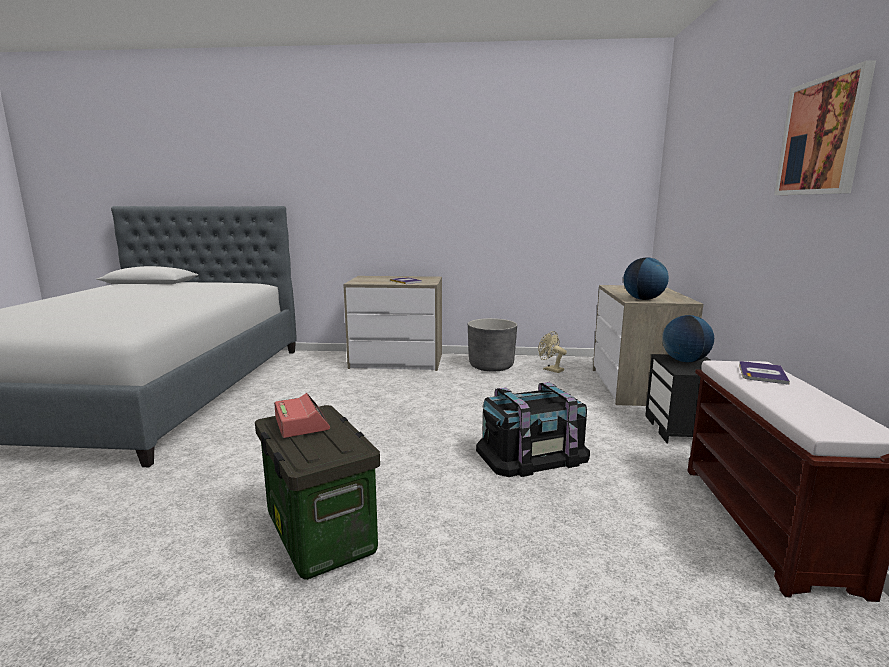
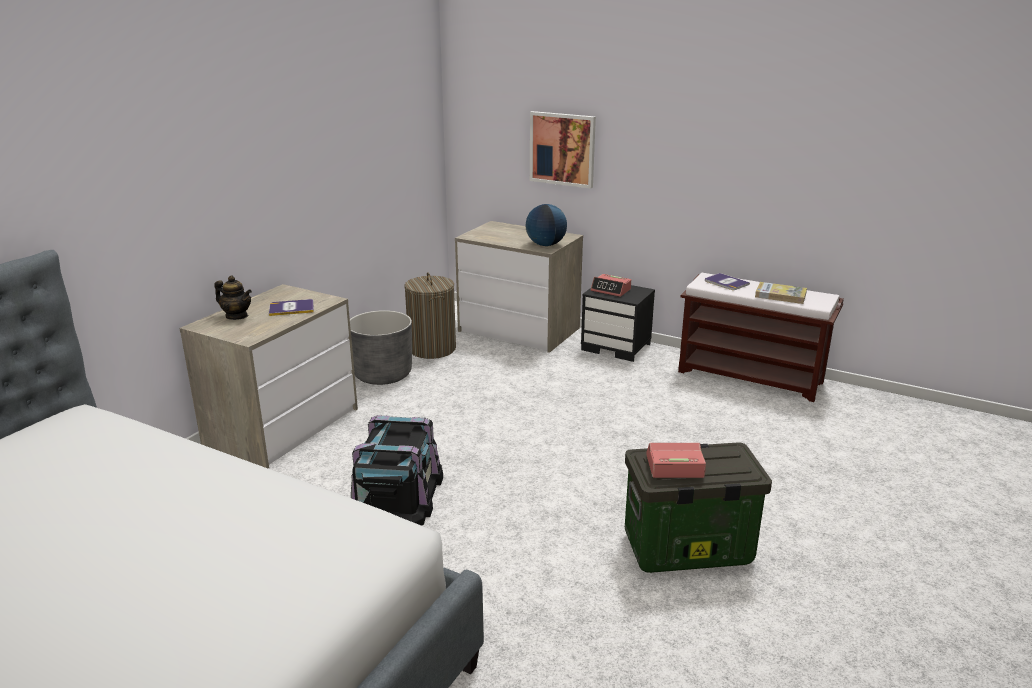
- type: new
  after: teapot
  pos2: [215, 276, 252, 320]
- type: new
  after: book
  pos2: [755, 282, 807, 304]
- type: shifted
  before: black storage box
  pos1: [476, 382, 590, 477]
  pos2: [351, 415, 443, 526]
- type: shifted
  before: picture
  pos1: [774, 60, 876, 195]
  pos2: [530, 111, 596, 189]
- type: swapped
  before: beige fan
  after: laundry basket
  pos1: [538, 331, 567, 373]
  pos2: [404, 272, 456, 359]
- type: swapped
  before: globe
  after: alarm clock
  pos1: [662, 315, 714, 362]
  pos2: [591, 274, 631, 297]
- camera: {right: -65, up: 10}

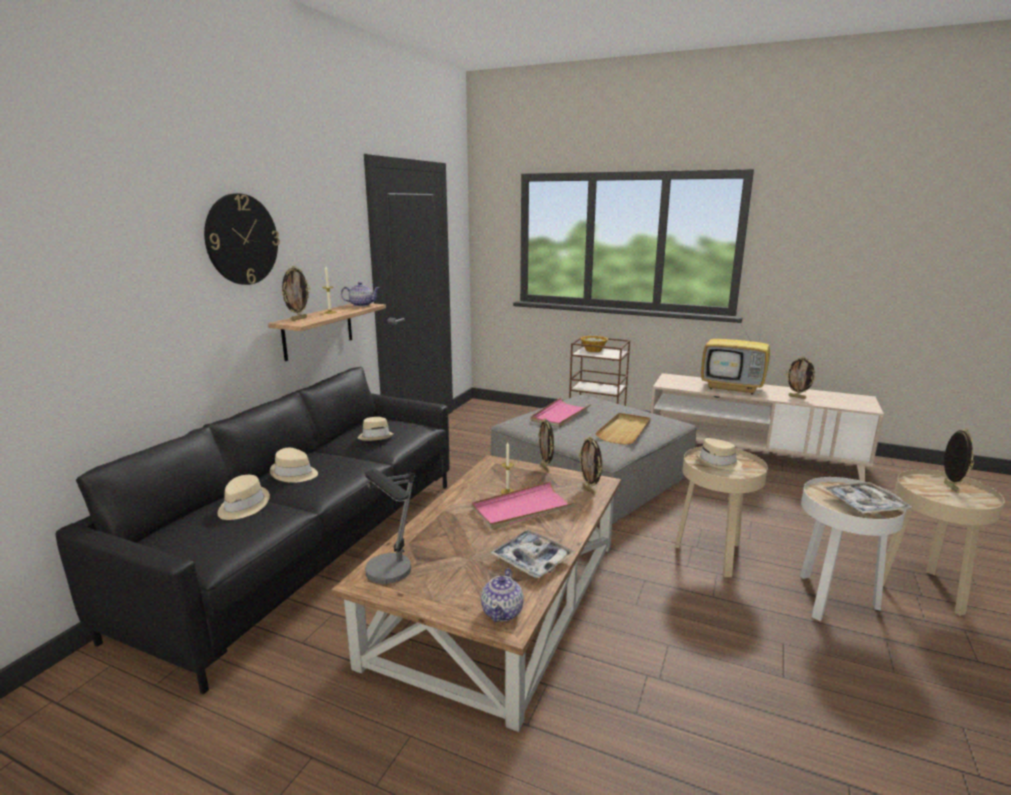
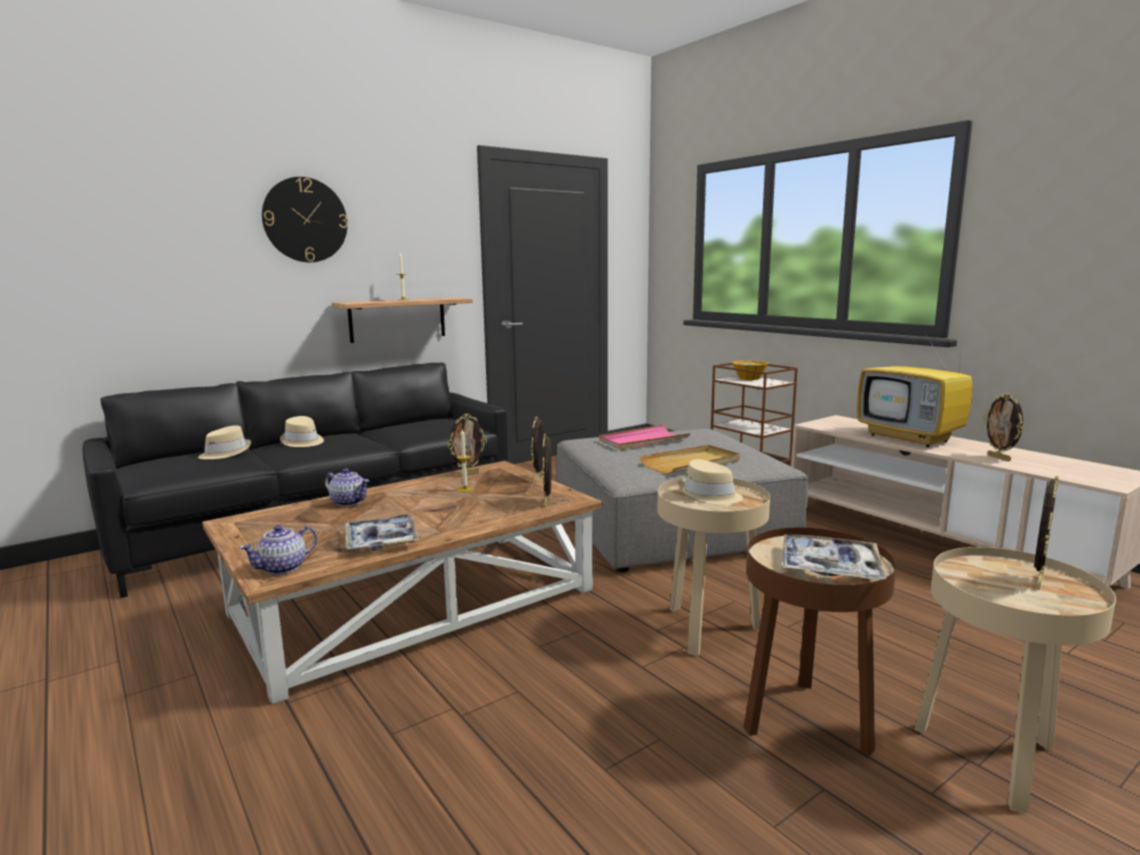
- type: gone
  before: beige hat
  pos1: [358, 417, 394, 441]
- type: gone
  before: table lamp
  pos1: [365, 469, 416, 584]
- type: gone
  before: pink tray
  pos1: [472, 481, 577, 530]
- type: shifted
  before: picture frame
  pos1: [282, 266, 310, 321]
  pos2: [447, 414, 487, 476]
- type: shifted
  before: teapot
  pos1: [341, 282, 379, 307]
  pos2: [324, 468, 369, 506]
- type: repainted
  before: white side table
  after: brown side table
  pos1: [800, 477, 906, 621]
  pos2: [744, 527, 896, 757]
- camera: {right: 30, up: -5}

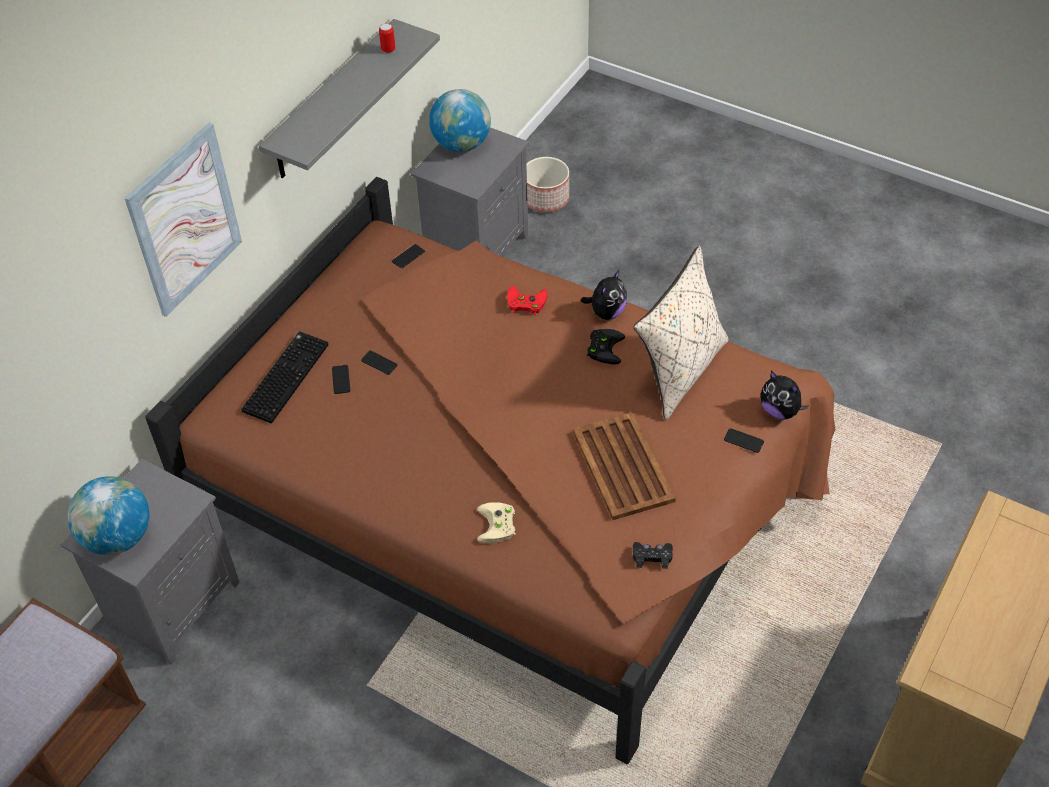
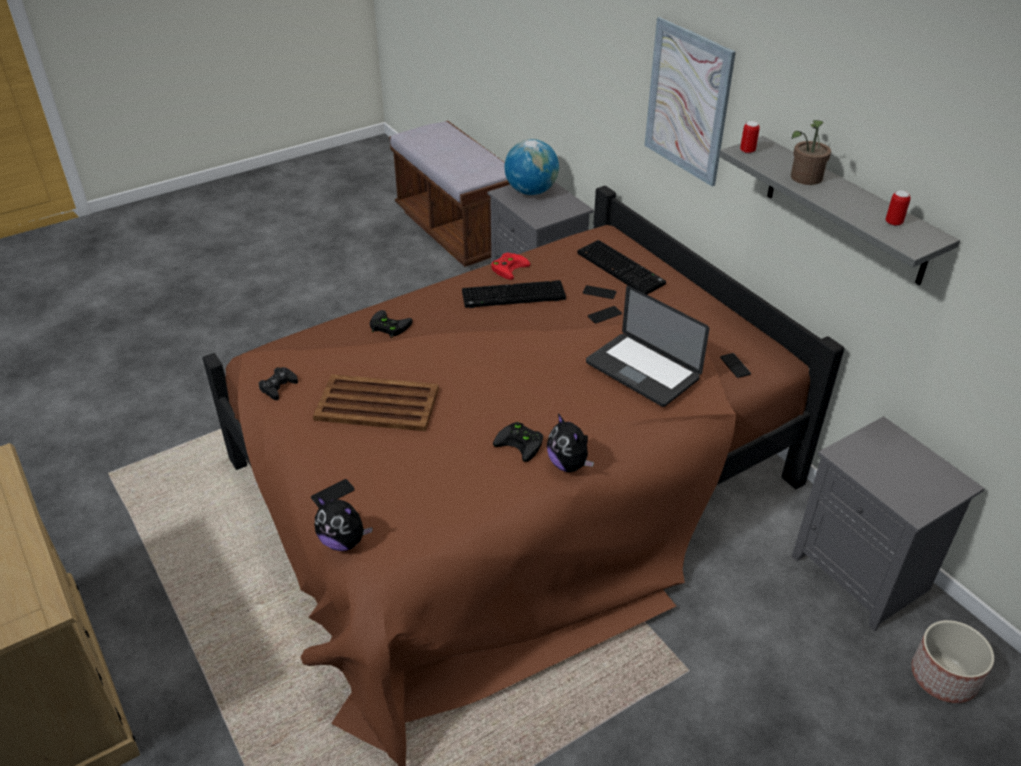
- type: gone
  before: globe
  pos1: [429, 89, 491, 152]
- type: gone
  before: beige pillow
  pos1: [634, 245, 729, 420]
- type: new
  after: keyboard
  pos2: [462, 280, 566, 308]
- type: new
  after: laptop
  pos2: [586, 286, 709, 407]
- type: new
  after: can
  pos2: [740, 121, 760, 154]
- type: new
  after: potted plant
  pos2: [791, 120, 831, 185]
- type: shifted
  before: red game controller
  pos1: [507, 286, 547, 315]
  pos2: [491, 253, 530, 280]
- type: repainted
  before: beige game controller
  after: black game controller
  pos1: [477, 502, 515, 543]
  pos2: [370, 310, 413, 338]
- type: rotated
  before: plush toy
  pos1: [761, 371, 809, 420]
  pos2: [315, 496, 373, 551]
  turn: -135
- camera: {right: 115, up: -10}

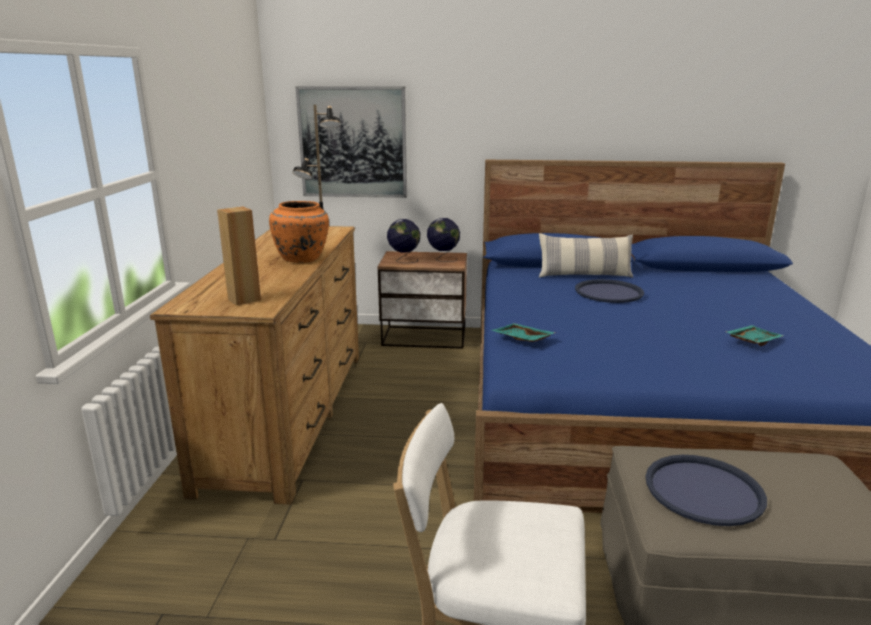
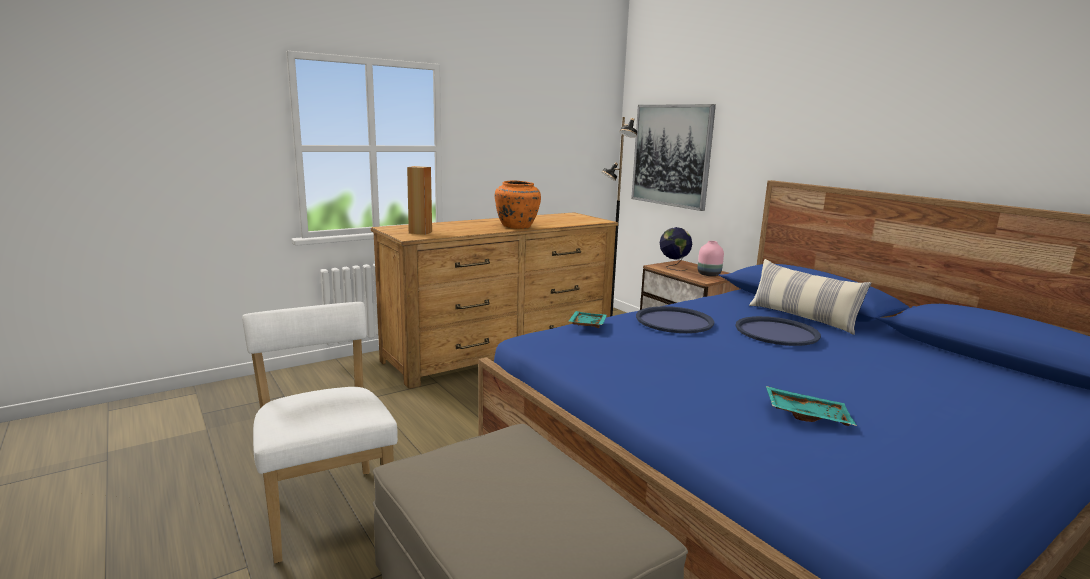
- type: shifted
  before: blue tray
  pos1: [646, 455, 767, 526]
  pos2: [636, 306, 714, 333]
- type: swapped
  before: globe
  after: pink vase
  pos1: [427, 218, 460, 262]
  pos2: [698, 241, 724, 276]
- camera: {right: 50, up: -5}

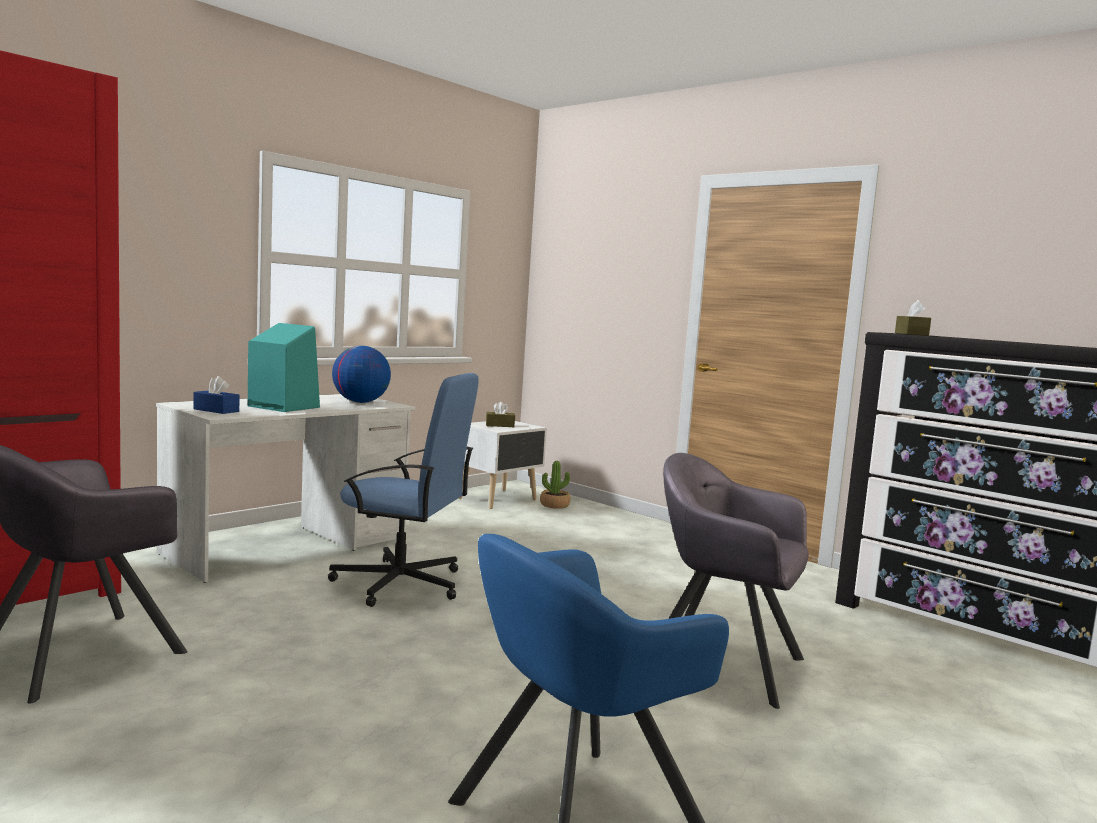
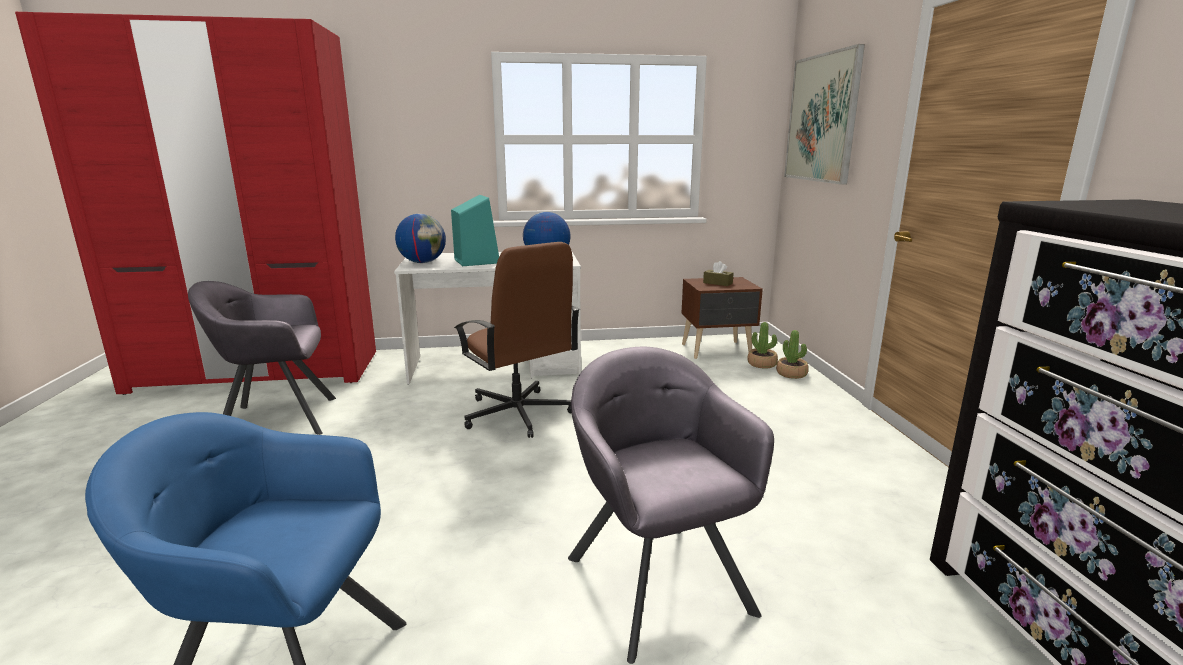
- type: gone
  before: brown tissue box
  pos1: [895, 300, 931, 336]
- type: new
  after: potted plant
  pos2: [776, 330, 809, 379]
- type: new
  after: picture
  pos2: [784, 44, 865, 185]
- type: swapped
  before: blue tissue box
  after: globe
  pos1: [193, 376, 240, 414]
  pos2: [395, 214, 446, 263]
- type: repainted
  before: blue office chair
  after: brown office chair
  pos1: [328, 373, 479, 607]
  pos2: [454, 242, 580, 438]
- type: repainted
  before: white nightstand
  after: brown nightstand
  pos1: [458, 421, 547, 509]
  pos2: [681, 277, 763, 359]
- camera: {right: 40, up: 10}

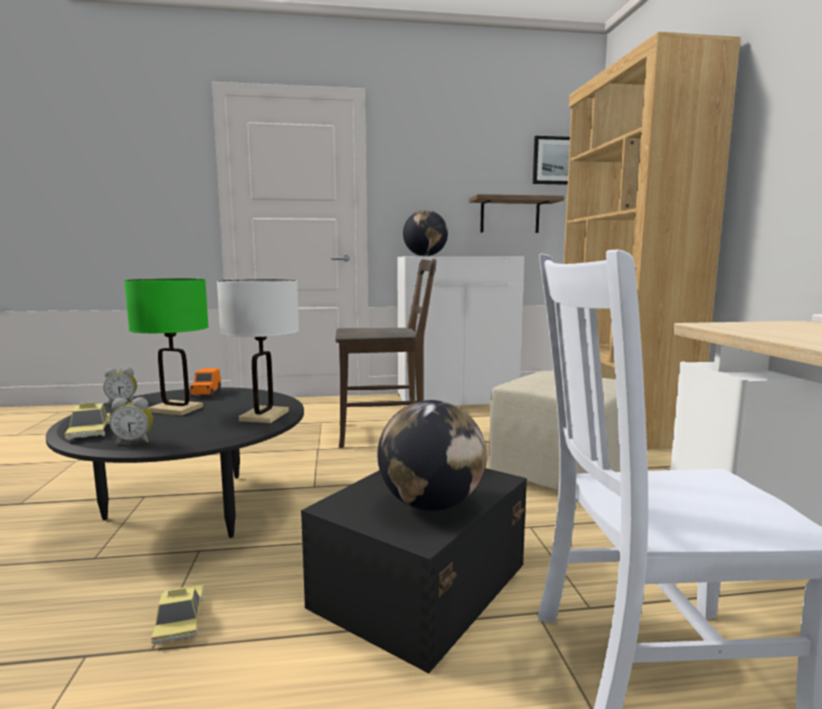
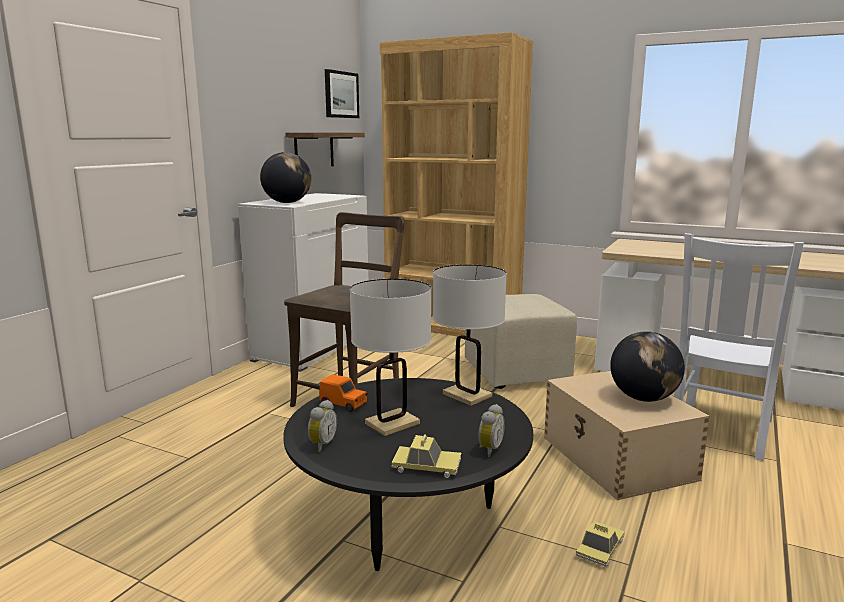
- type: repainted
  before: green table lamp
  after: white table lamp
  pos1: [124, 279, 209, 416]
  pos2: [350, 279, 431, 436]
- type: repainted
  before: black storage box
  after: beige storage box
  pos1: [301, 468, 527, 673]
  pos2: [544, 371, 710, 500]
- type: rotated
  before: toy car
  pos1: [151, 585, 204, 644]
  pos2: [576, 522, 625, 567]
  turn: 105
- camera: {right: -55, up: 5}

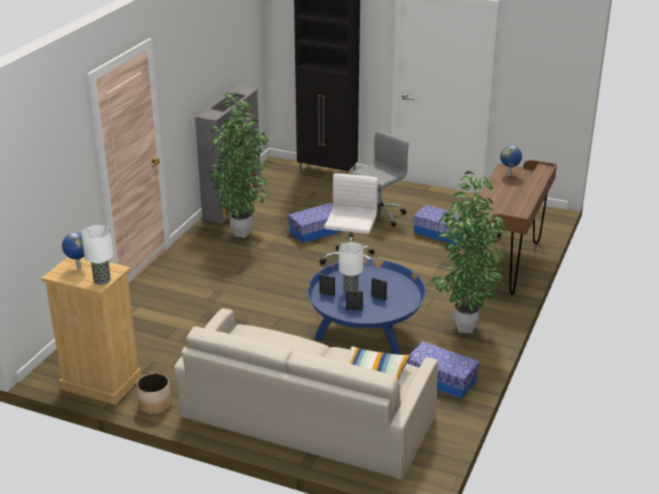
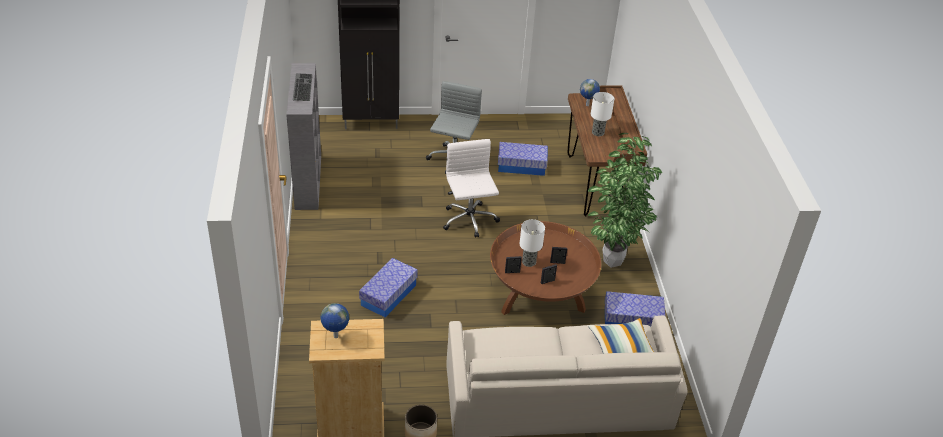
- type: gone
  before: potted plant
  pos1: [208, 91, 271, 238]
- type: shifted
  before: table lamp
  pos1: [81, 225, 113, 285]
  pos2: [591, 92, 614, 136]
- type: shifted
  before: storage box
  pos1: [288, 202, 341, 243]
  pos2: [359, 258, 418, 317]
- type: repainted
  before: blue coffee table
  after: brown coffee table
  pos1: [307, 258, 426, 355]
  pos2: [490, 221, 601, 315]
- camera: {right: -30, up: 10}

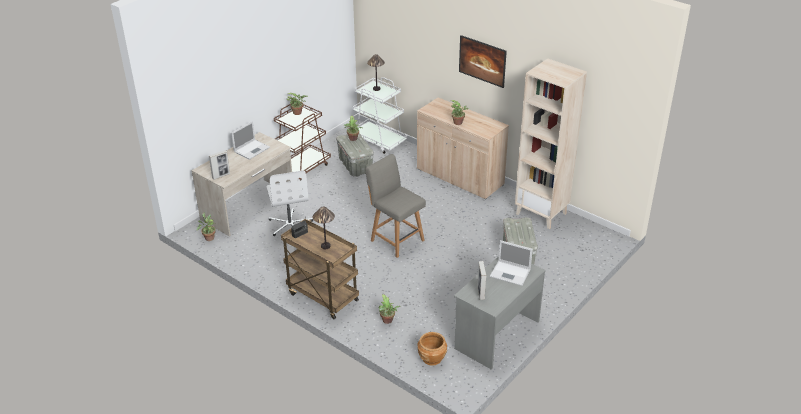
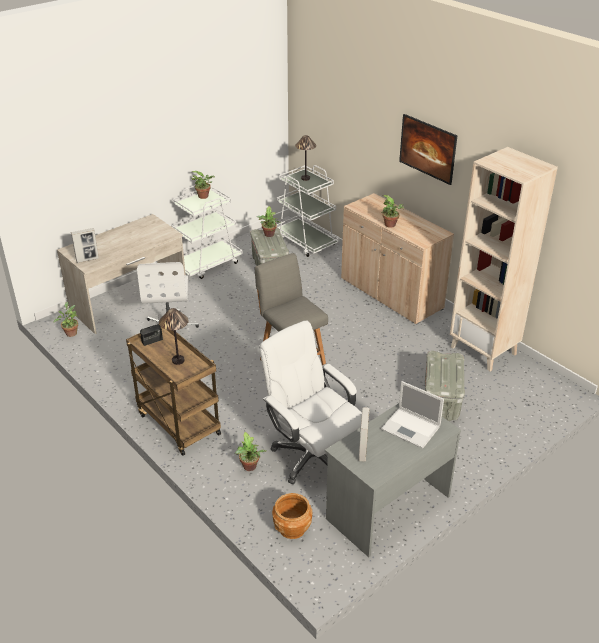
- type: gone
  before: laptop
  pos1: [231, 121, 270, 160]
- type: new
  after: white office chair
  pos2: [259, 321, 362, 484]
- type: repainted
  before: brown cart
  after: white cart
  pos1: [274, 104, 331, 180]
  pos2: [171, 185, 242, 279]
- camera: {right: 10, up: 0}

